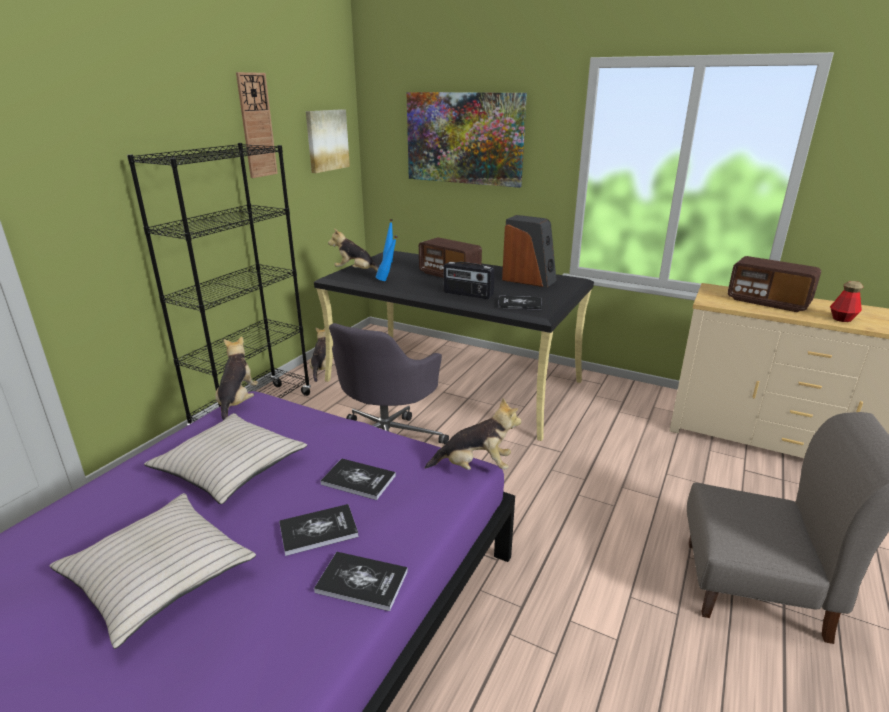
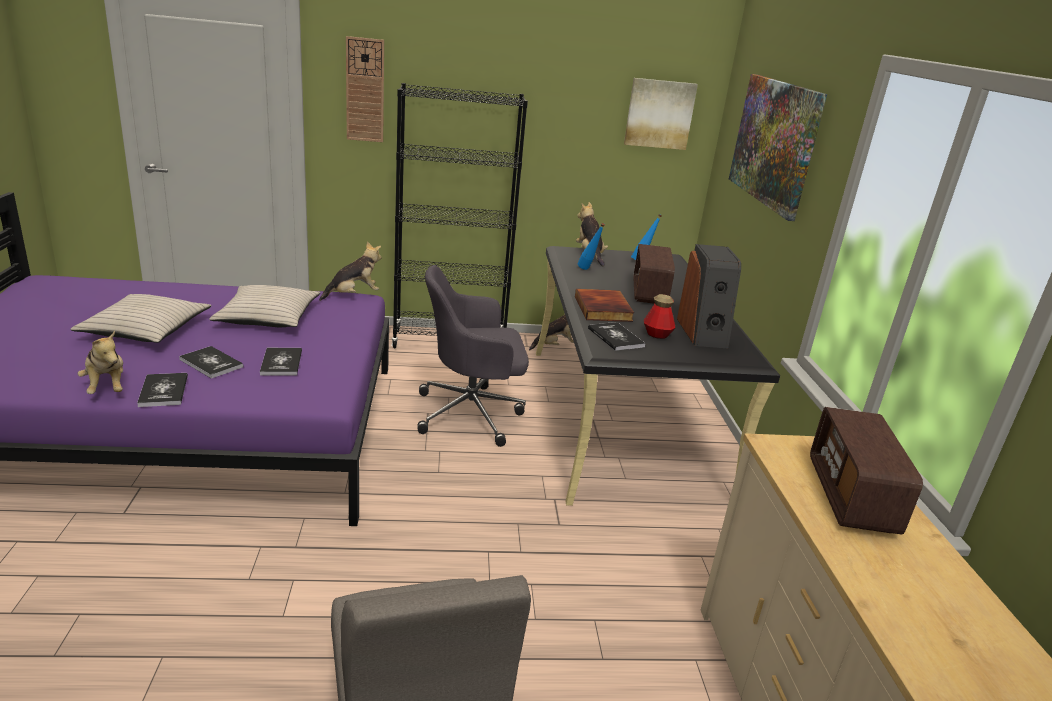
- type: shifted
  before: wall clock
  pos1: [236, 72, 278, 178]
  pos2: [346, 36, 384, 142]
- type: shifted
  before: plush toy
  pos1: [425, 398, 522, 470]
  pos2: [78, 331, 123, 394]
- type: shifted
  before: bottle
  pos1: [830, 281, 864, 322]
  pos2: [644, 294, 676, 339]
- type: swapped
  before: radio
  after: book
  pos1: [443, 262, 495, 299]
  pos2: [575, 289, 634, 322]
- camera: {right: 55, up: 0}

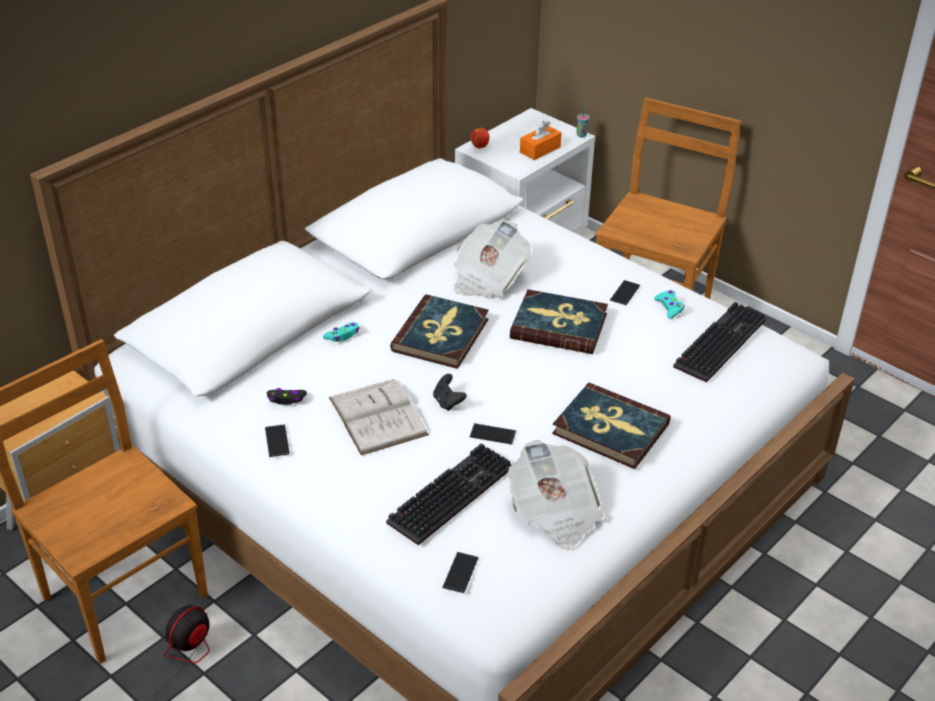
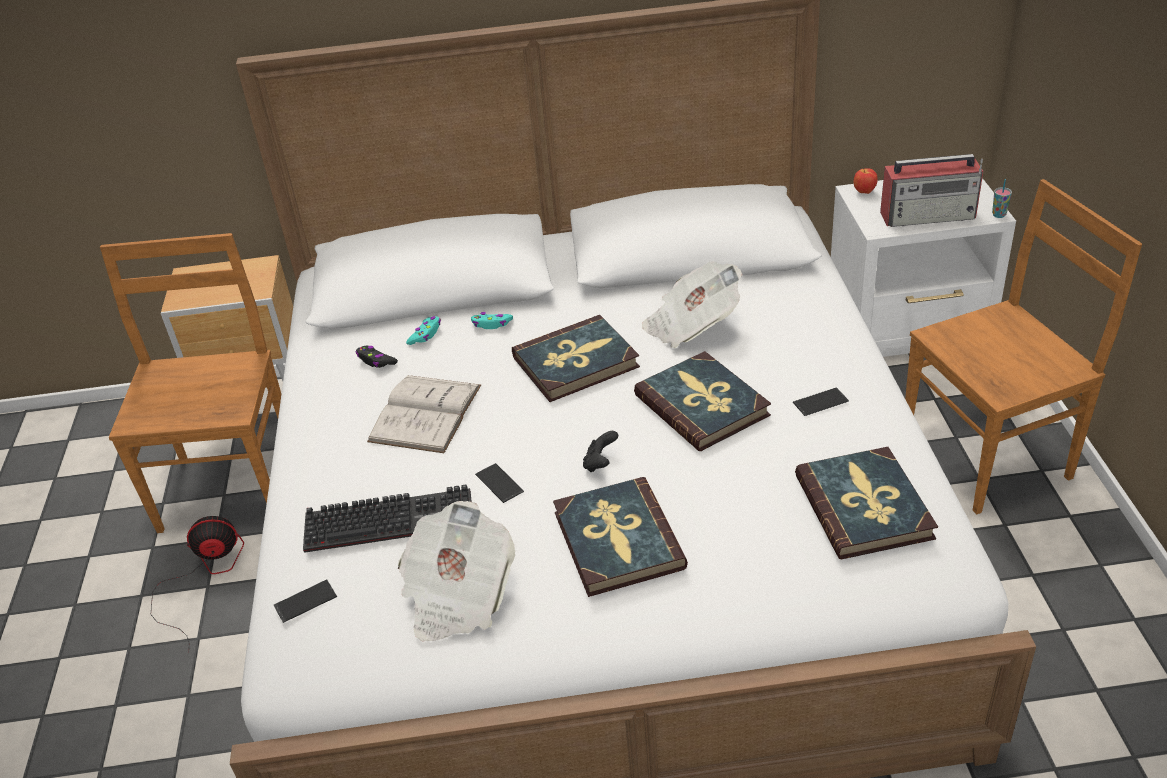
- type: gone
  before: phone
  pos1: [265, 424, 290, 457]
- type: shifted
  before: black game controller
  pos1: [433, 374, 467, 411]
  pos2: [583, 431, 618, 472]
- type: shifted
  before: turquoise game controller
  pos1: [654, 290, 685, 319]
  pos2: [406, 316, 441, 345]
- type: swapped
  before: orange tissue box
  after: radio
  pos1: [520, 121, 562, 160]
  pos2: [880, 154, 983, 227]
- type: swapped
  before: keyboard
  after: book
  pos1: [673, 302, 766, 383]
  pos2: [795, 447, 938, 559]
- camera: {right: 45, up: 0}

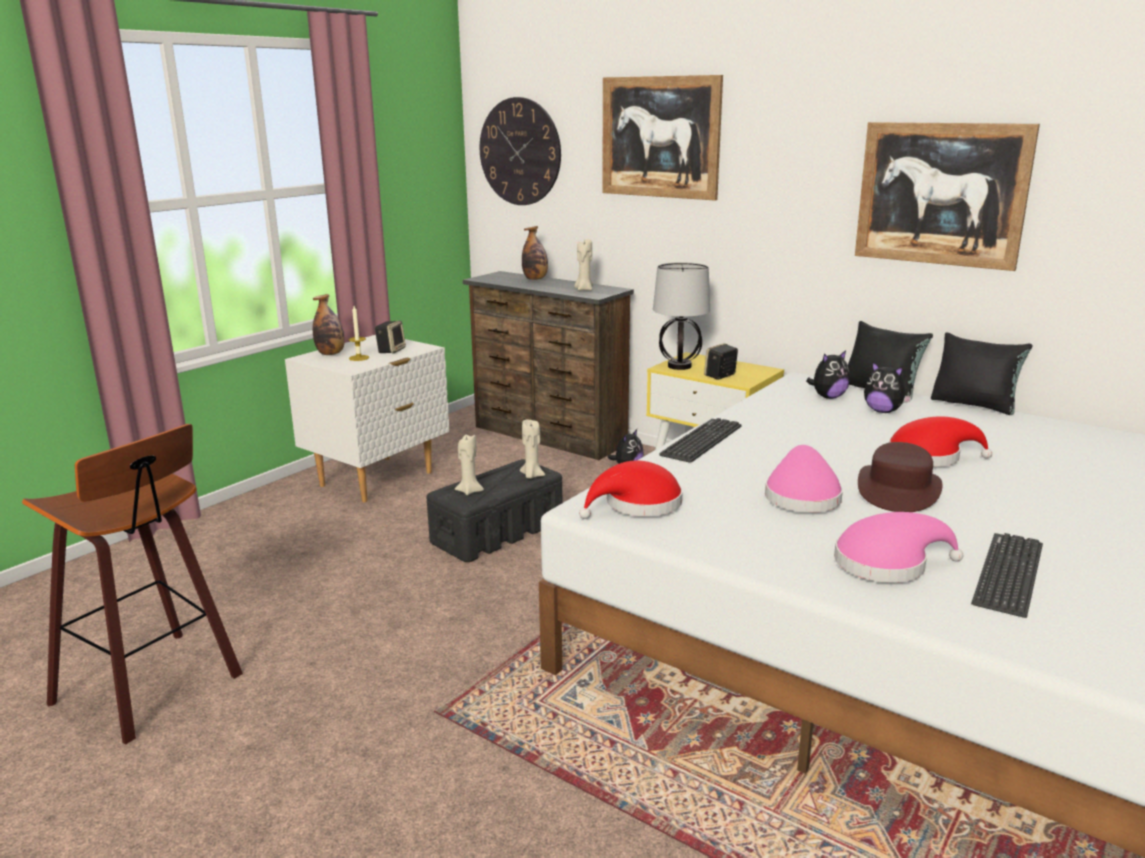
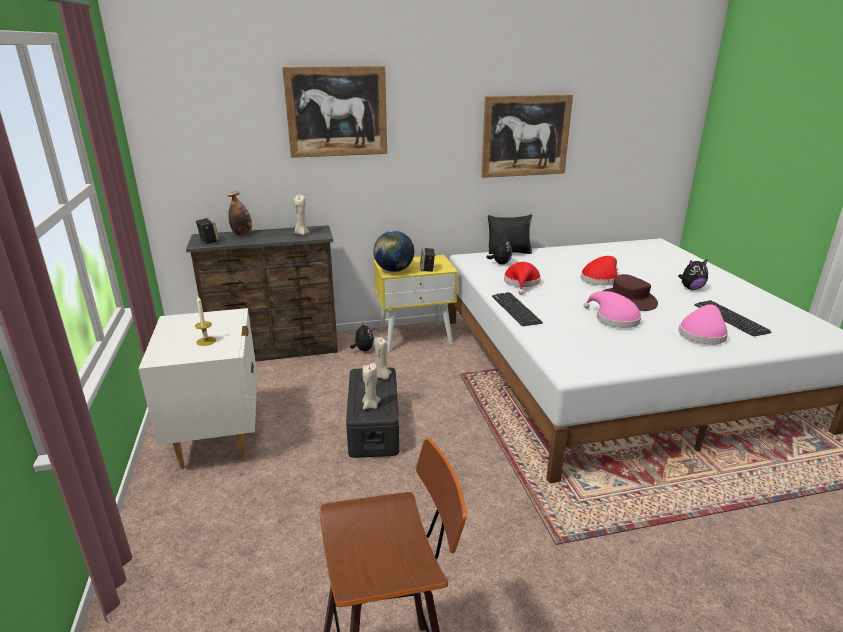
- type: gone
  before: bottle
  pos1: [313, 294, 345, 355]
- type: gone
  before: wall clock
  pos1: [480, 97, 561, 205]
- type: gone
  before: black pillow
  pos1: [931, 333, 1033, 415]
- type: shifted
  before: speaker
  pos1: [375, 320, 406, 353]
  pos2: [196, 218, 219, 244]
- type: shifted
  before: red hat
  pos1: [579, 461, 683, 519]
  pos2: [504, 262, 541, 295]
- type: shifted
  before: plush toy
  pos1: [864, 362, 912, 413]
  pos2: [678, 259, 708, 290]
- type: swapped
  before: table lamp
  after: globe
  pos1: [653, 262, 710, 370]
  pos2: [373, 231, 414, 272]
- camera: {right: -50, up: 5}

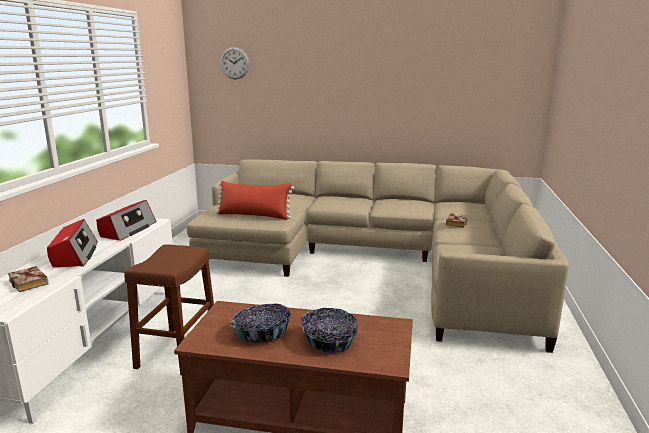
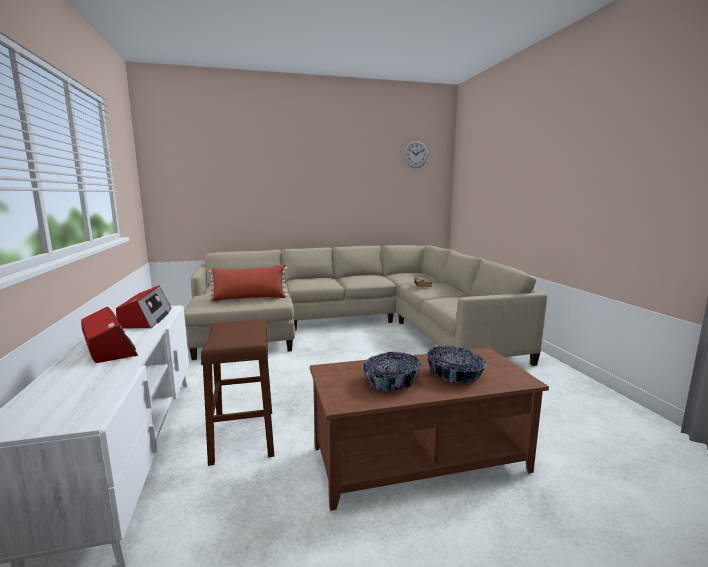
- type: gone
  before: book
  pos1: [8, 266, 48, 292]
- type: shifted
  before: wall clock
  pos1: [220, 47, 250, 79]
  pos2: [404, 141, 428, 168]
- camera: {right: -25, up: -5}

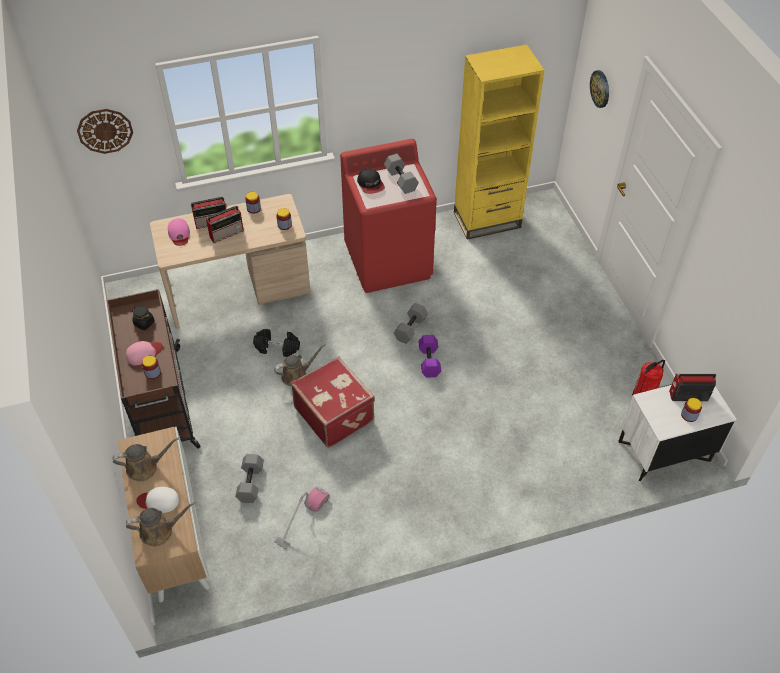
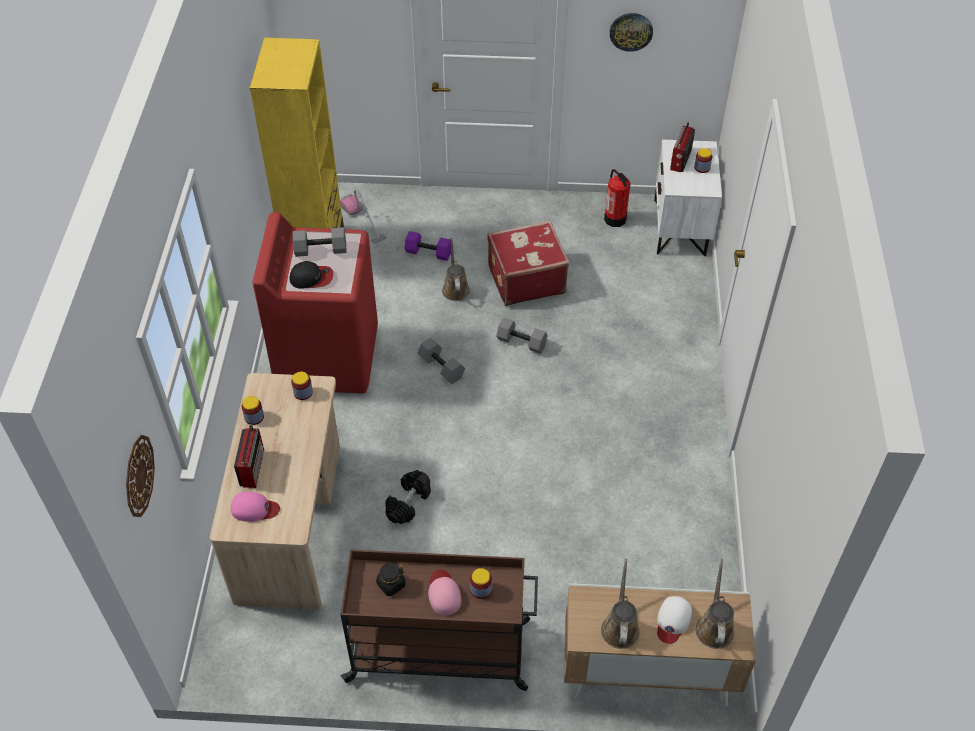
- type: gone
  before: radio
  pos1: [206, 205, 244, 243]
- type: shifted
  before: grey dumbbell
  pos1: [235, 454, 264, 503]
  pos2: [496, 318, 548, 353]
- type: shifted
  before: brown watering can
  pos1: [274, 344, 325, 386]
  pos2: [442, 238, 470, 301]
- type: shifted
  before: vacuum cleaner
  pos1: [274, 487, 330, 550]
  pos2: [340, 189, 386, 244]
- type: shifted
  before: red suitcase
  pos1: [291, 356, 375, 448]
  pos2: [487, 221, 569, 306]
- type: shifted
  before: purple dumbbell
  pos1: [418, 335, 441, 378]
  pos2: [405, 231, 451, 261]
- type: shifted
  before: wall clock
  pos1: [590, 70, 609, 108]
  pos2: [610, 13, 653, 52]
- camera: {right: -70, up: 0}

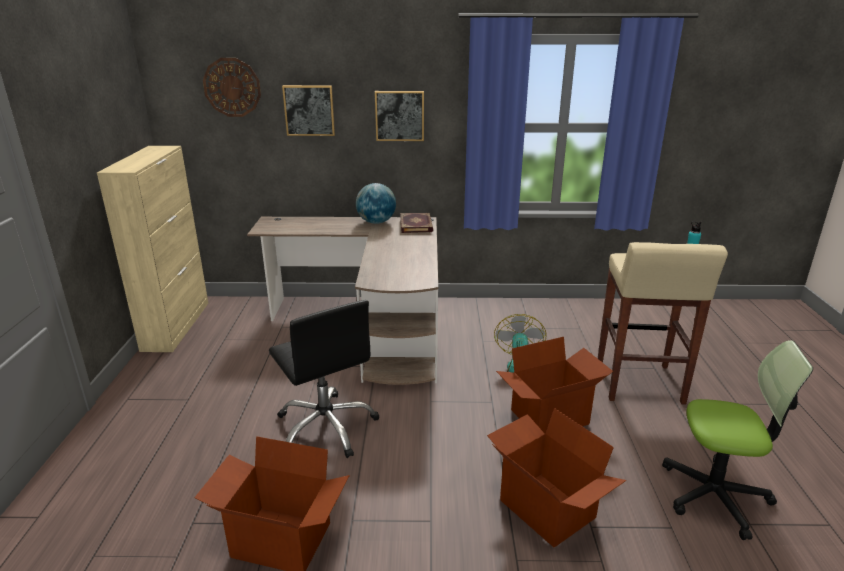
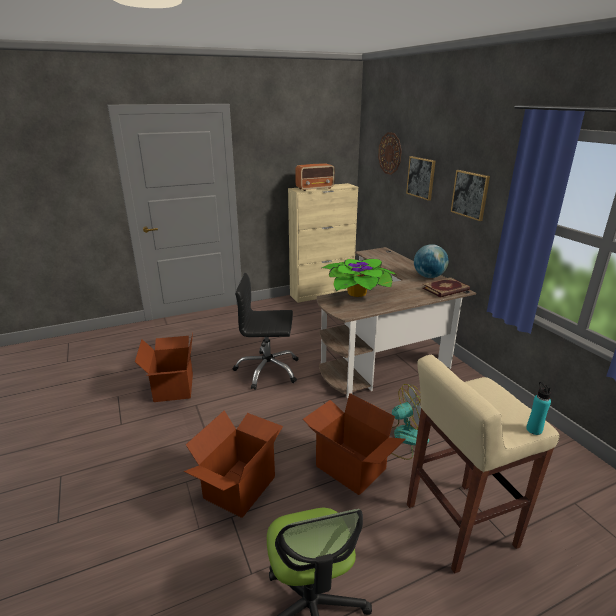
- type: new
  after: radio
  pos2: [295, 163, 334, 191]
- type: new
  after: potted plant
  pos2: [322, 259, 396, 297]
- type: rotated
  before: black office chair
  pos1: [269, 300, 379, 458]
  pos2: [233, 273, 299, 390]
  turn: 60
- camera: {right: 65, up: 0}

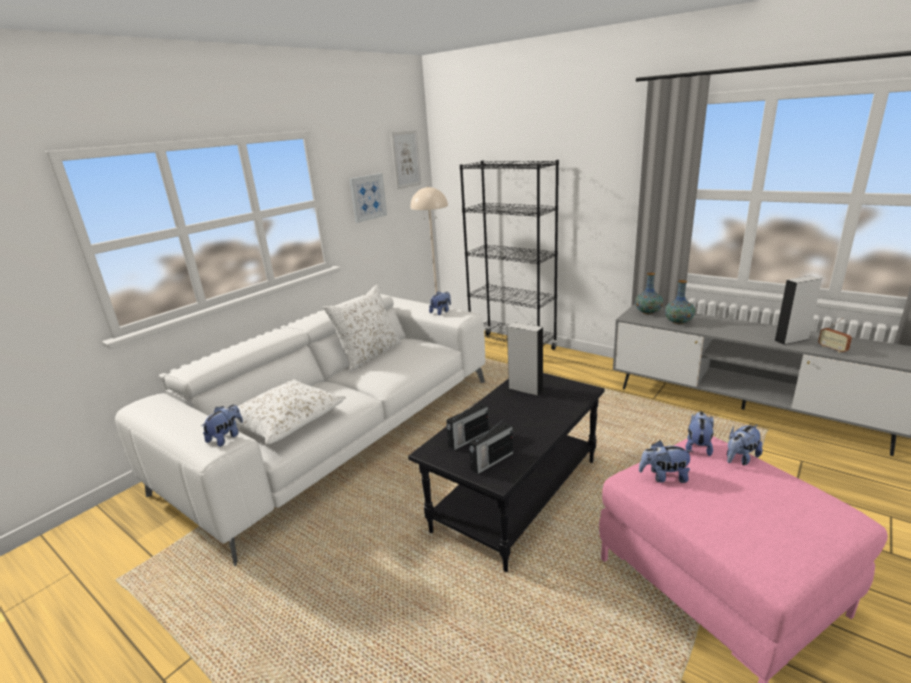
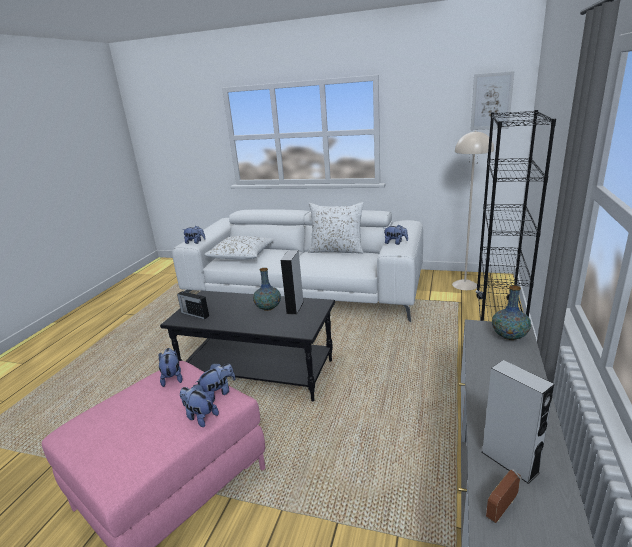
- type: gone
  before: picture
  pos1: [349, 173, 387, 223]
- type: gone
  before: radio
  pos1: [446, 400, 489, 450]
- type: shifted
  before: vase
  pos1: [665, 280, 695, 324]
  pos2: [253, 268, 281, 311]
- type: rotated
  before: plush toy
  pos1: [686, 412, 714, 456]
  pos2: [195, 363, 235, 402]
  turn: -45
- camera: {right: 70, up: 0}

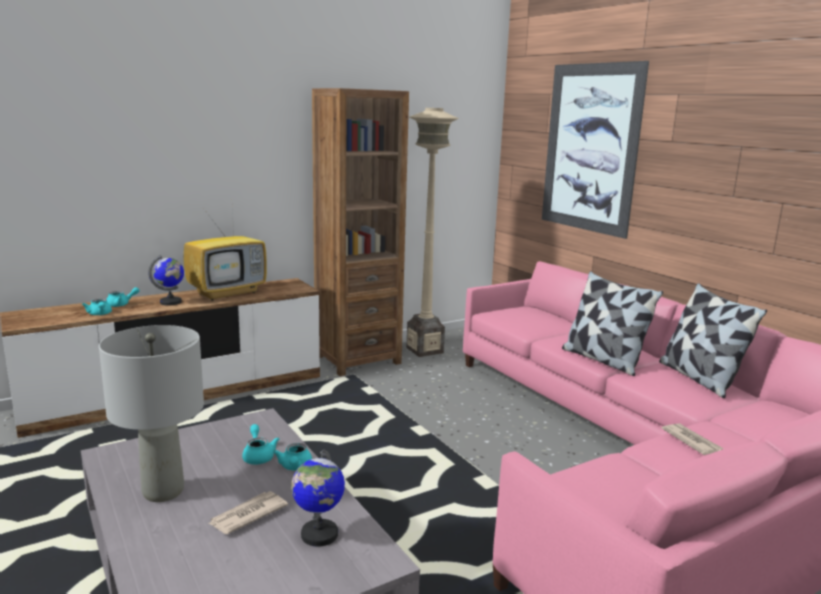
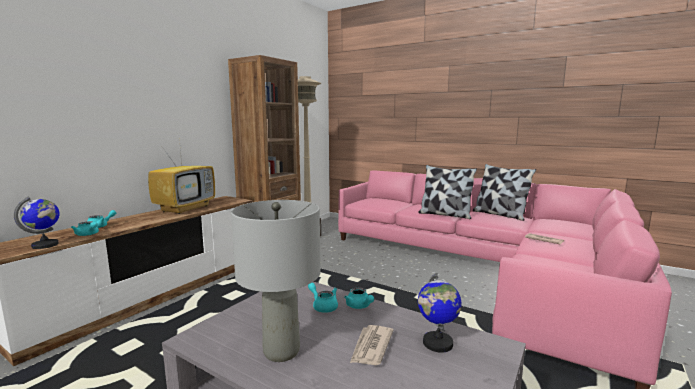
- type: gone
  before: picture
  pos1: [542, 61, 649, 239]
- type: shifted
  before: globe
  pos1: [148, 255, 184, 306]
  pos2: [14, 197, 59, 249]
- camera: {right: -25, up: -5}

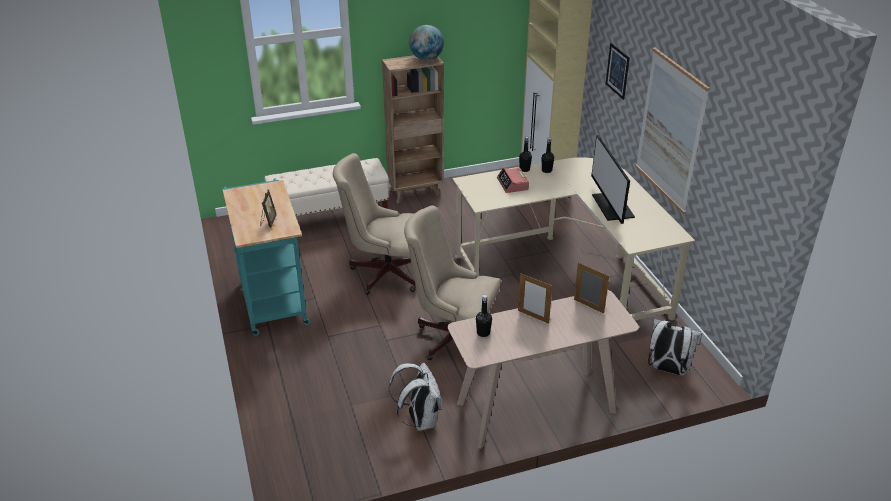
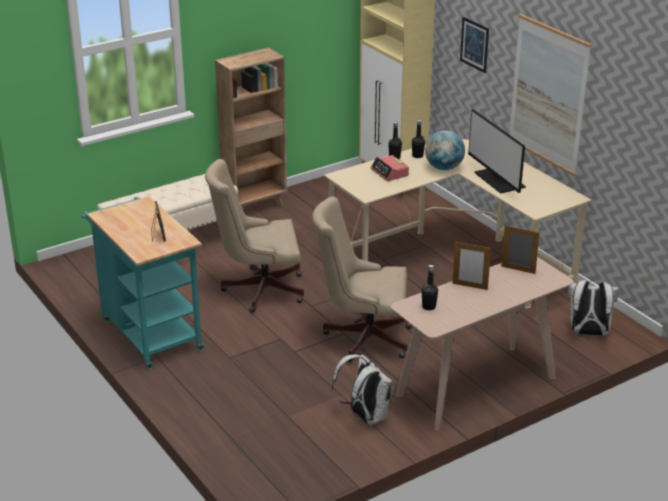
- type: shifted
  before: globe
  pos1: [409, 25, 444, 60]
  pos2: [425, 130, 465, 170]
- camera: {right: -15, up: -5}

